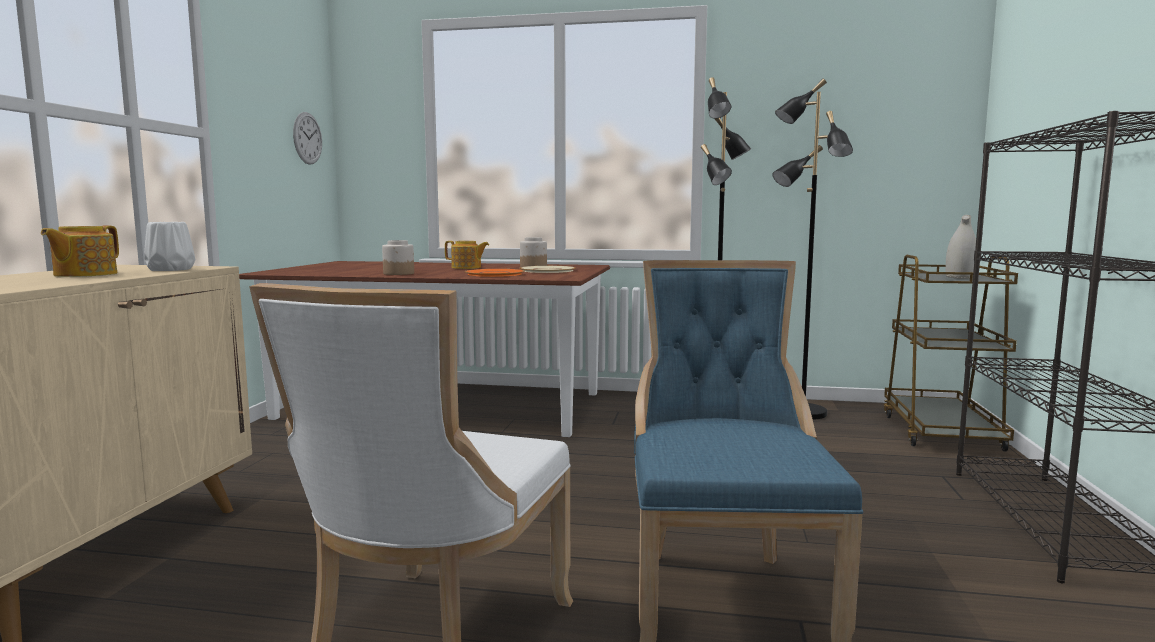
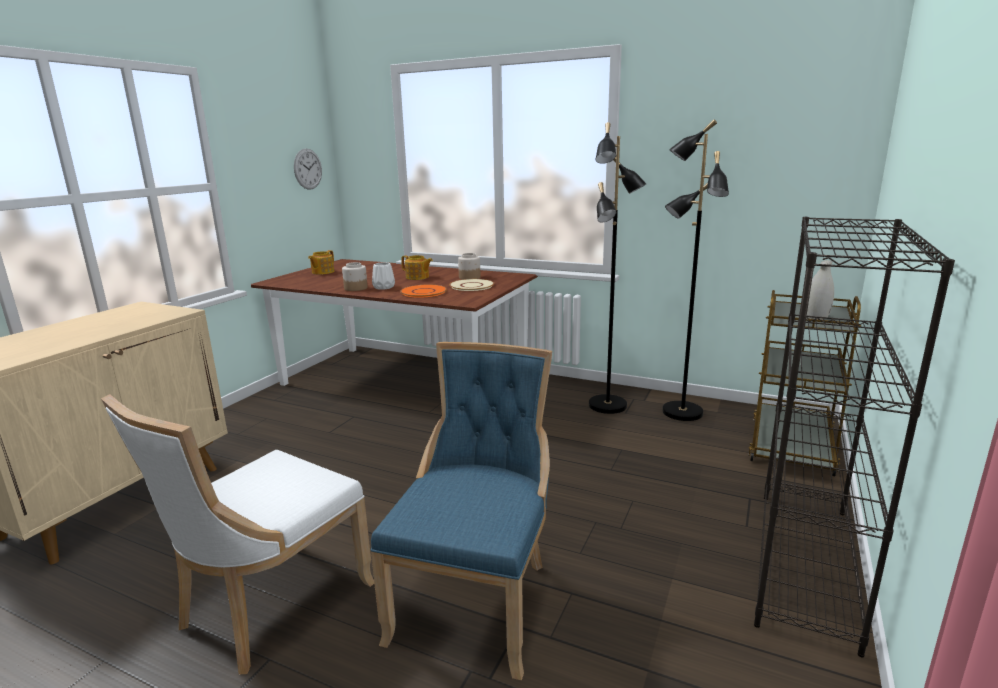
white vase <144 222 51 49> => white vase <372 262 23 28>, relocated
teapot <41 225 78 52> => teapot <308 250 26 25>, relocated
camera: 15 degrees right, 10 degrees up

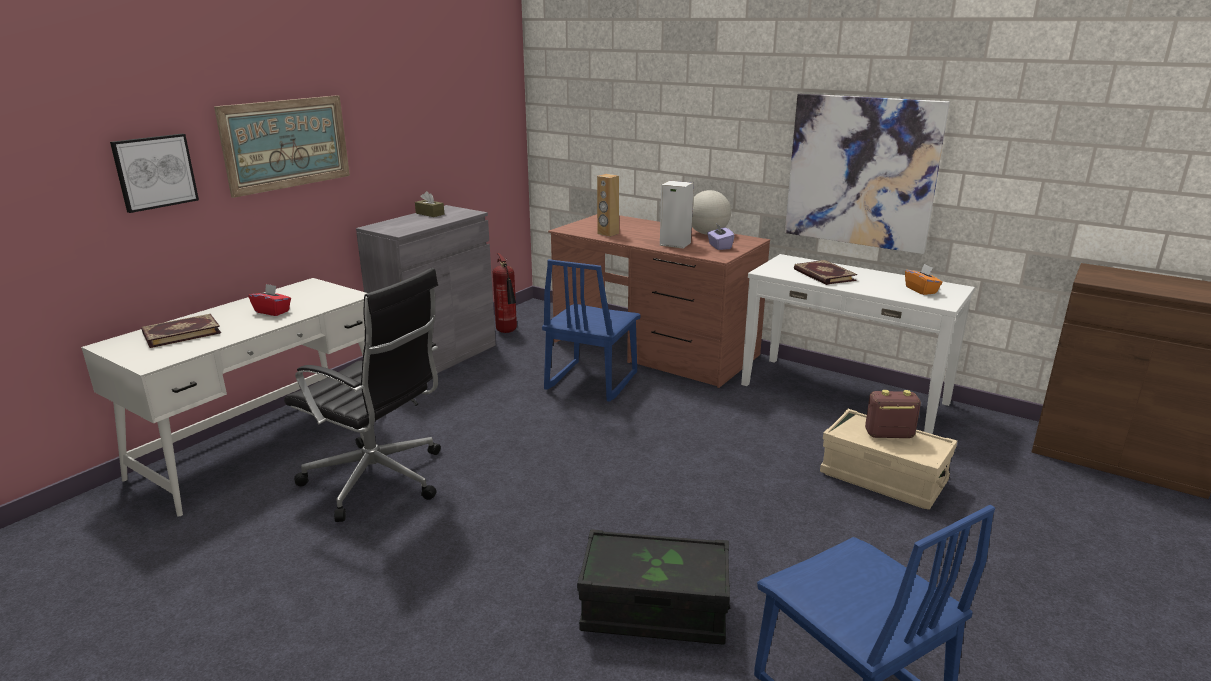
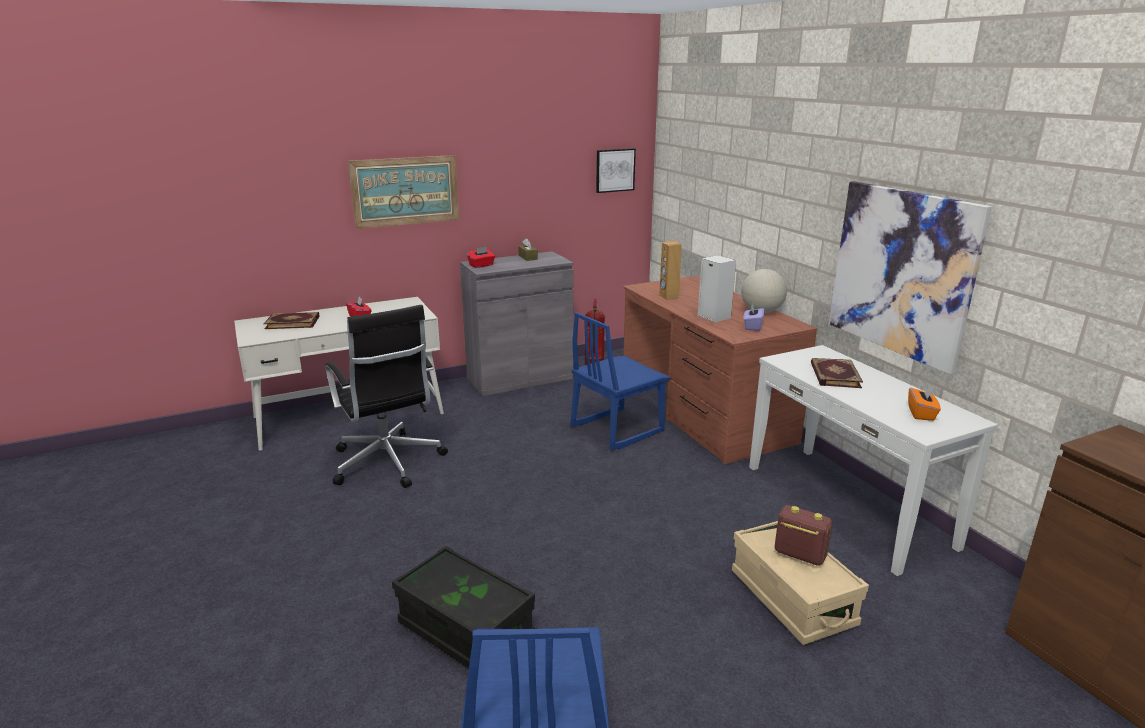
picture <110 134 89 79> => picture <596 148 40 45>, relocated
nothing => red tissue box <467 247 28 21>
camera: 30 degrees right, 0 degrees up

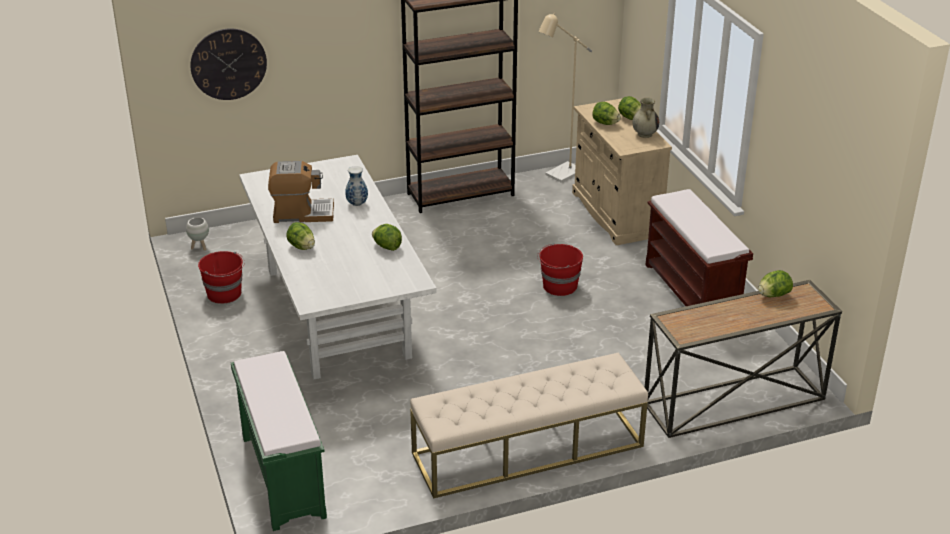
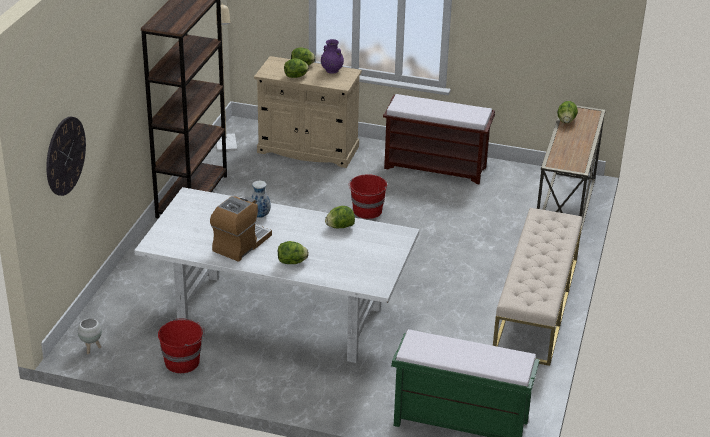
beige vase <632 98 27 40> => purple vase <321 39 23 35>
camera: 55 degrees left, 0 degrees up

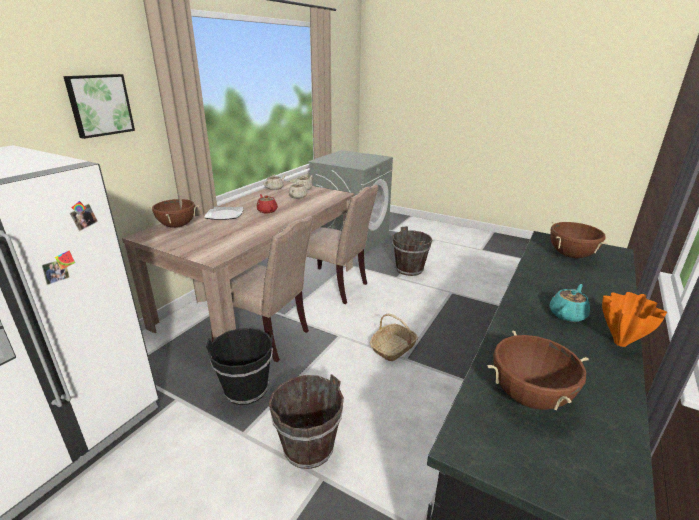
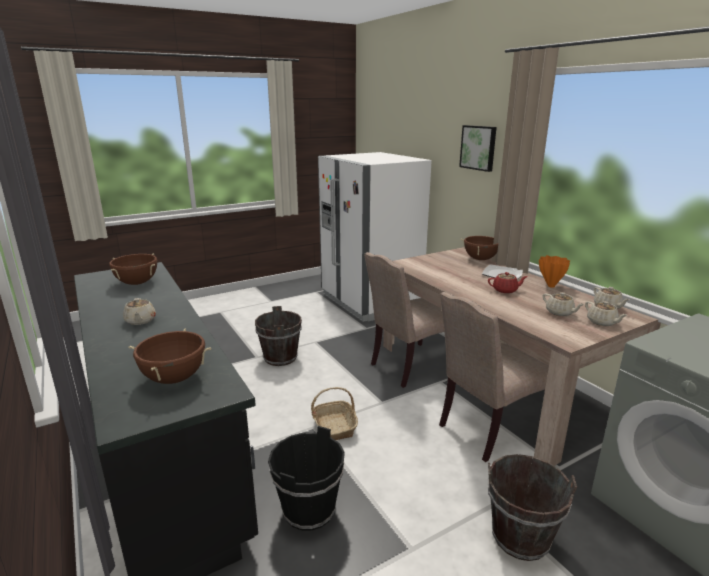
turquoise teapot <549 284 41 38> => beige teapot <123 298 33 27>
orange vase <602 292 65 55> => orange vase <539 255 31 33>, relocated
black bucket <206 328 67 77> => black bucket <268 426 77 105>, relocated
camera: 120 degrees right, 5 degrees down

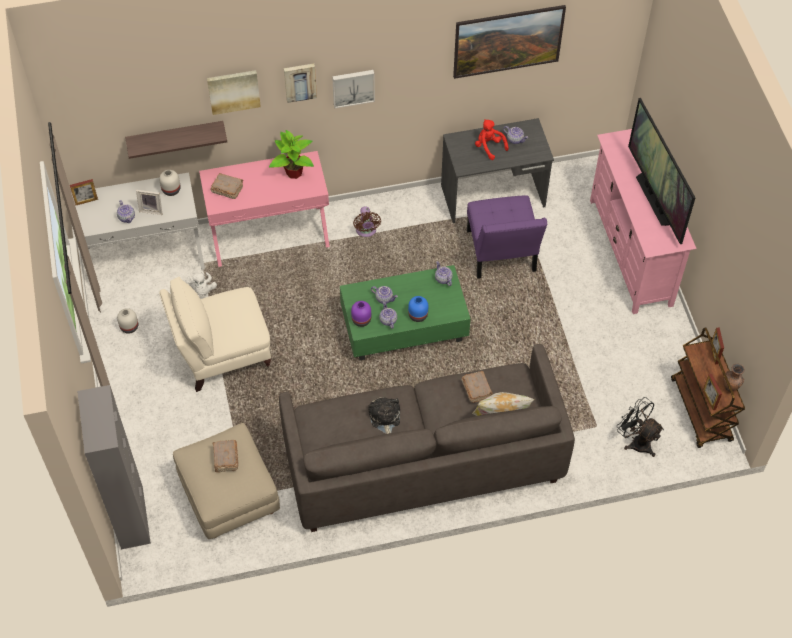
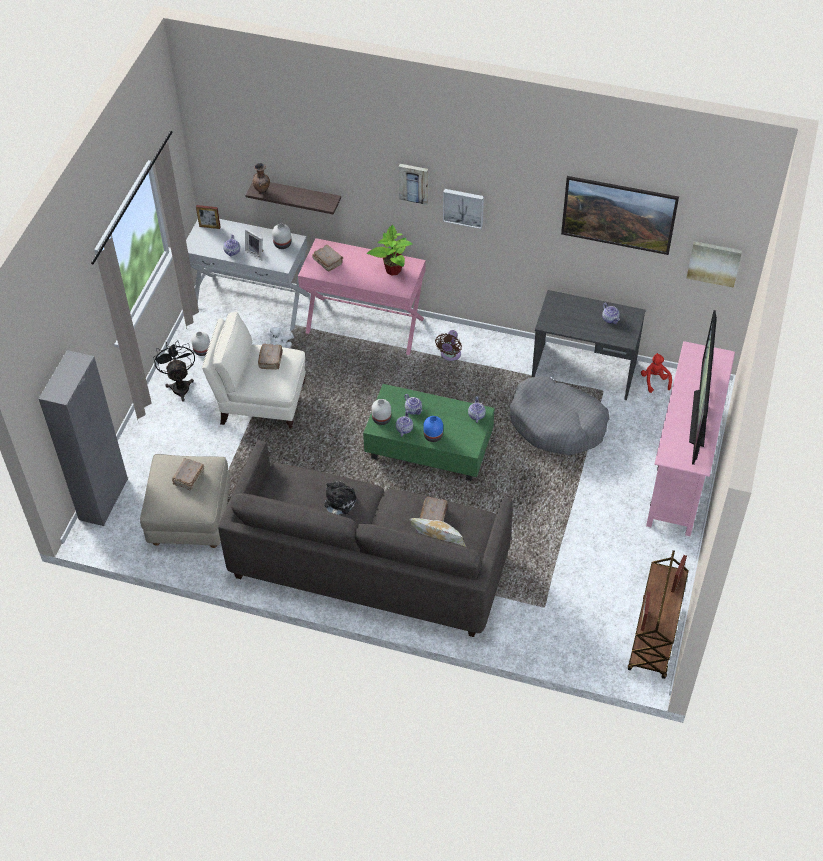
picture <207 70 54 45> => picture <687 241 55 47>, relocated
red plush toy <475 119 34 41> => red plush toy <641 353 31 40>, relocated
purple chair <467 195 80 84> => grey dog bed <510 376 100 79>
purple vase <351 301 20 26> => white vase <372 399 19 26>
brown vase <723 363 22 29> => brown vase <252 163 18 31>, relocated
black fan <617 397 47 60> => black fan <153 340 42 62>, relocated
nothing => brown book <258 344 25 26>
camera: 30 degrees right, 5 degrees down

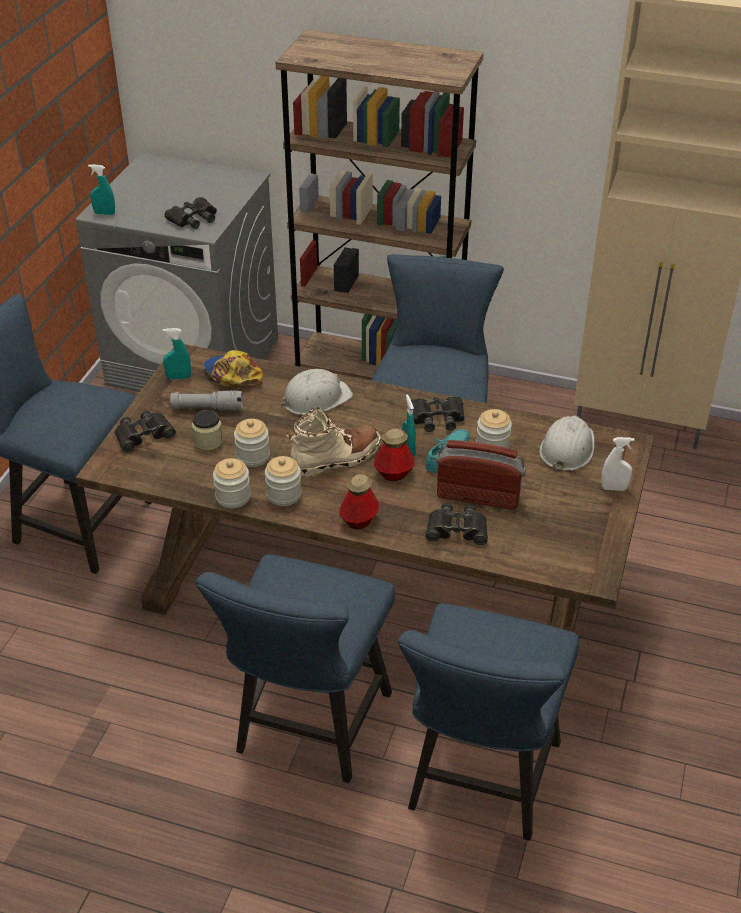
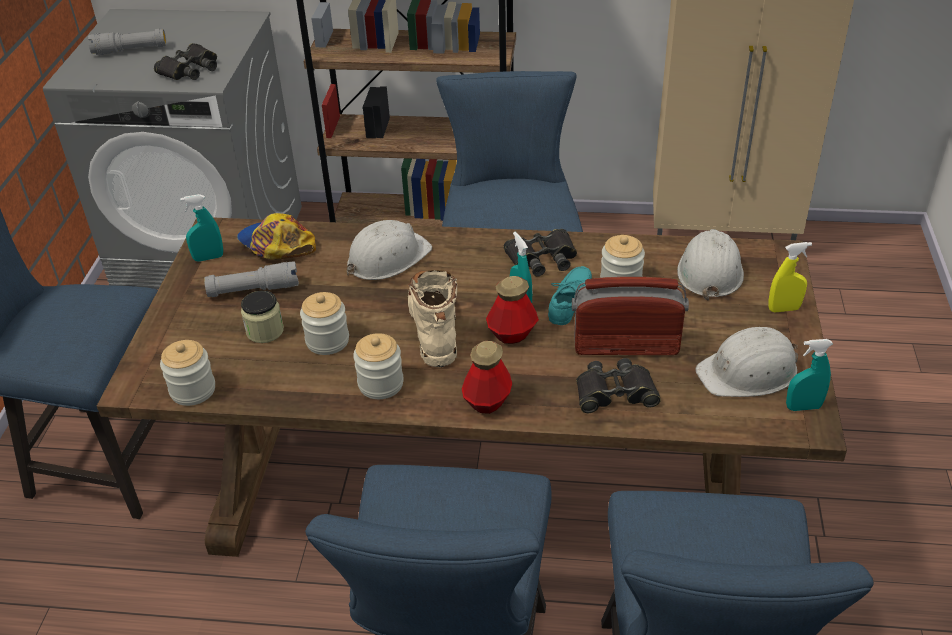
turquoise spray bottle <88 164 27 51> => turquoise spray bottle <786 339 47 72>, relocated
beige boot <286 407 95 70> => beige boot <408 270 49 97>, 60 degrees counterclockwise
black binoculars <114 411 62 41> => nothing
white spray bottle <601 437 33 54> => yellow spray bottle <768 242 44 70>
jar <213 458 38 51> => jar <160 340 55 66>, relocated
nothing => grey flashlight <88 29 79 26>
nothing => white hard hat <695 327 103 70>
camera: 10 degrees left, 0 degrees up

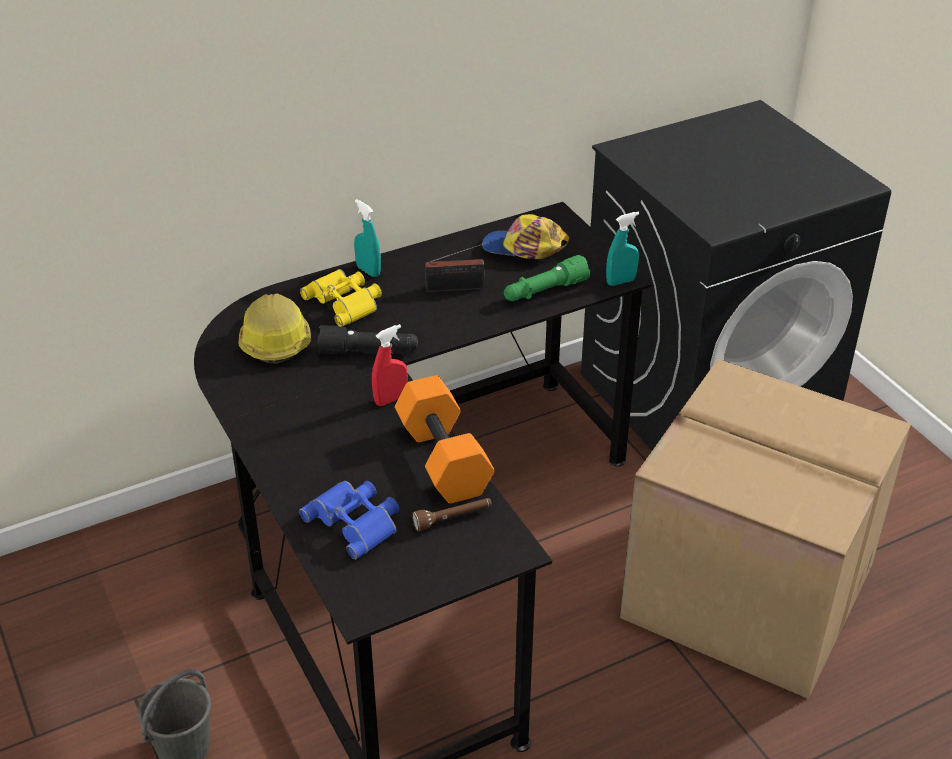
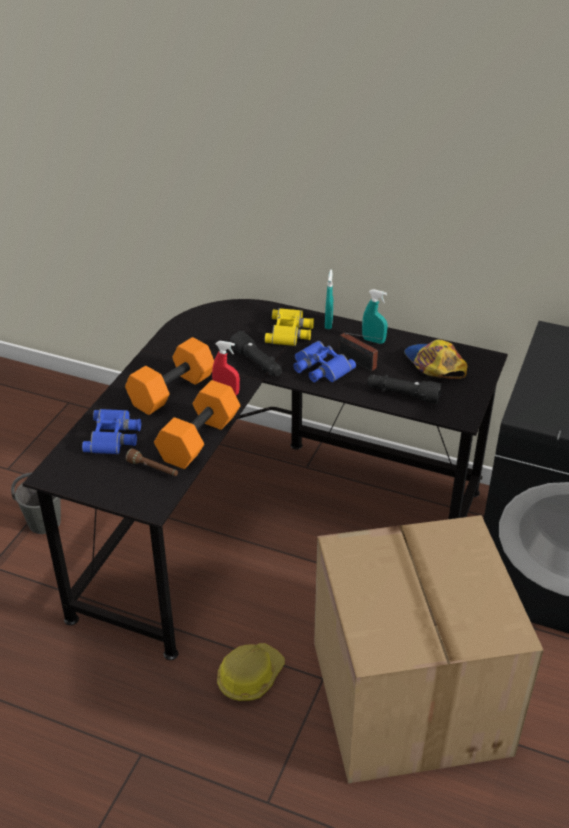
turquoise spray bottle <606 212 33 74> => turquoise spray bottle <362 289 26 55>, relocated
green flashlight <504 255 86 46> => black flashlight <367 374 75 30>
hard hat <239 293 72 71> => hard hat <217 643 68 58>, relocated
nothing => orange dumbbell <125 337 89 78>
nothing => blue binoculars <293 341 63 41>
camera: 50 degrees right, 0 degrees up

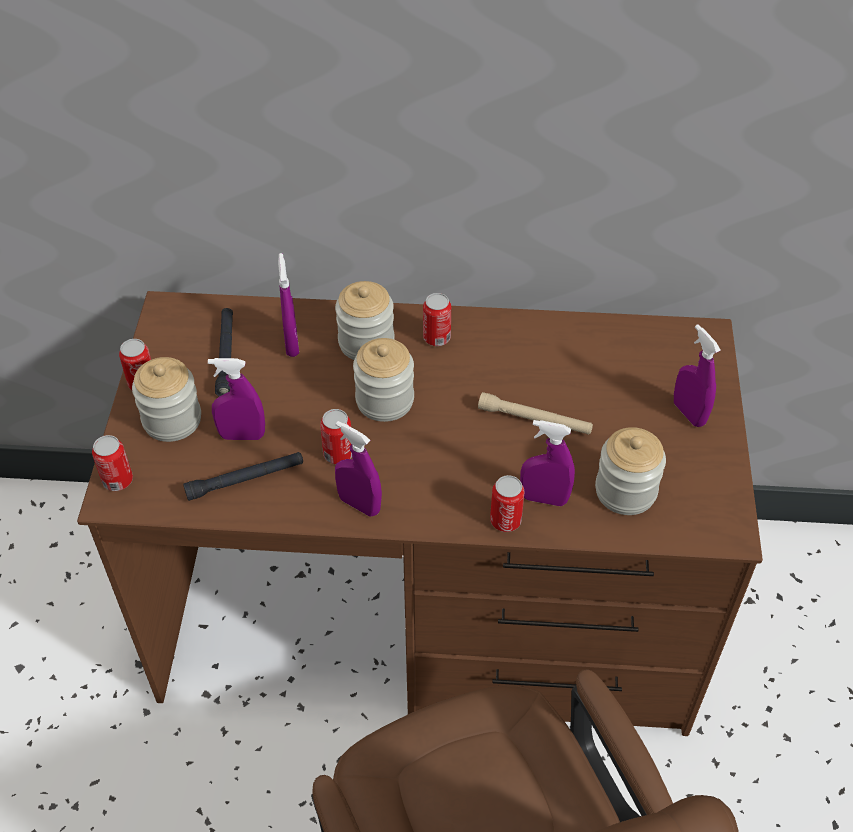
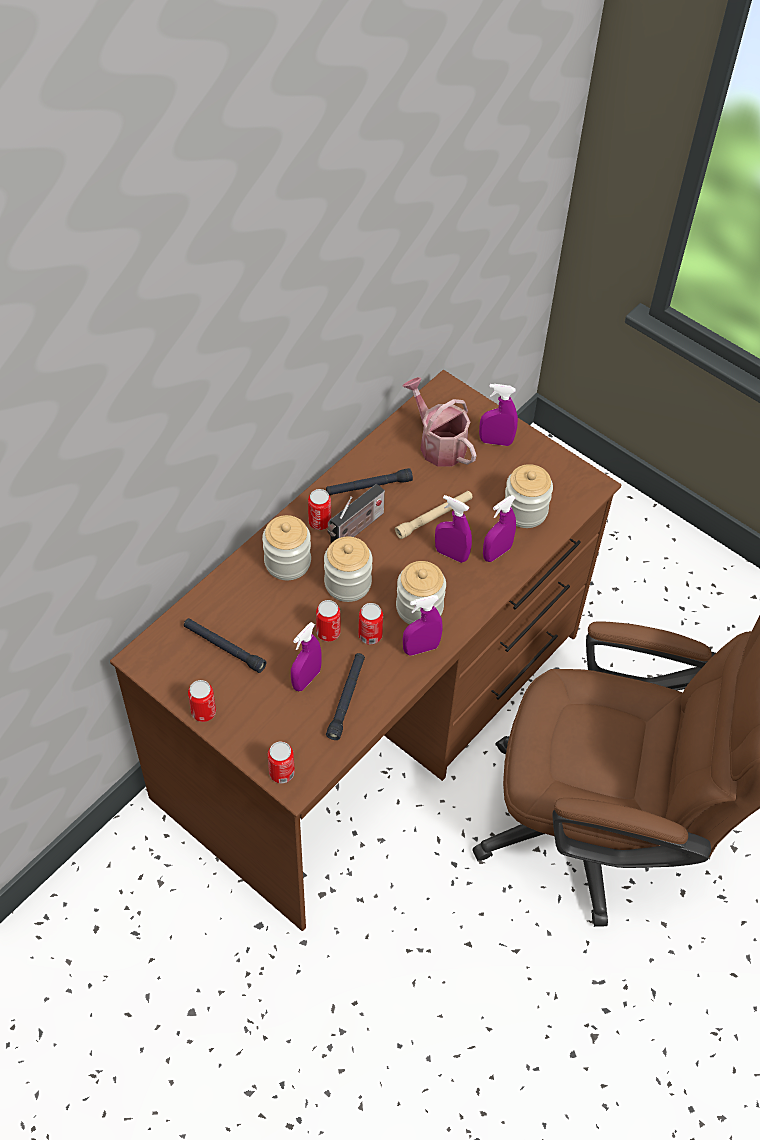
purple spray bottle <278 253 21 104> => purple spray bottle <435 495 37 68>, relocated
jar <132 357 69 85> => jar <396 561 50 63>, relocated
can <490 475 34 57> => can <316 600 25 42>, relocated
nothing => watering can <402 377 75 90>
nothing => black flashlight <326 468 87 27>
nothing => radio <327 484 58 59>
camera: 55 degrees left, 5 degrees up

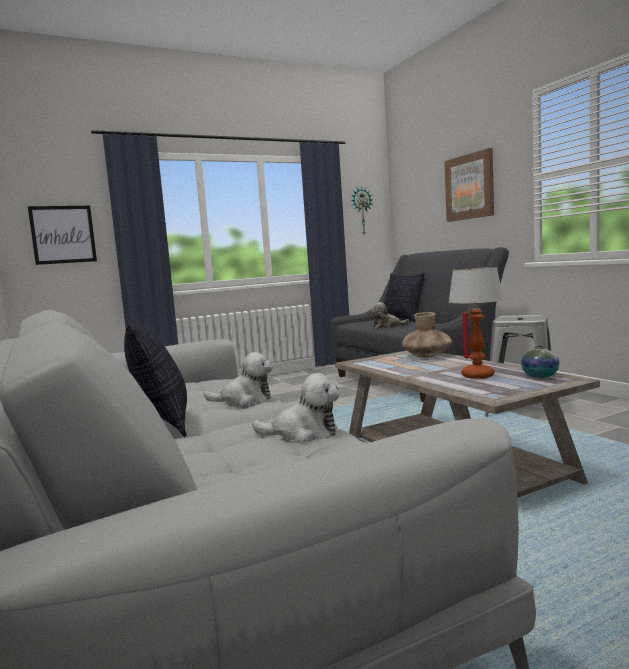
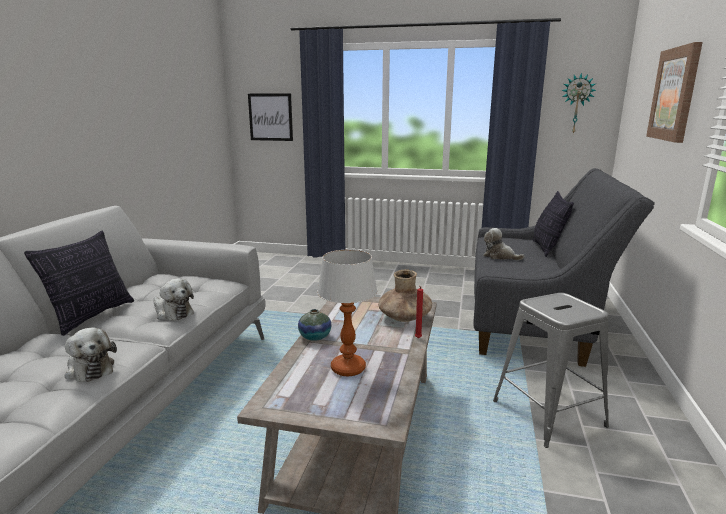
vase <521 345 39 33> => vase <298 309 33 32>, relocated
camera: 40 degrees right, 10 degrees up

